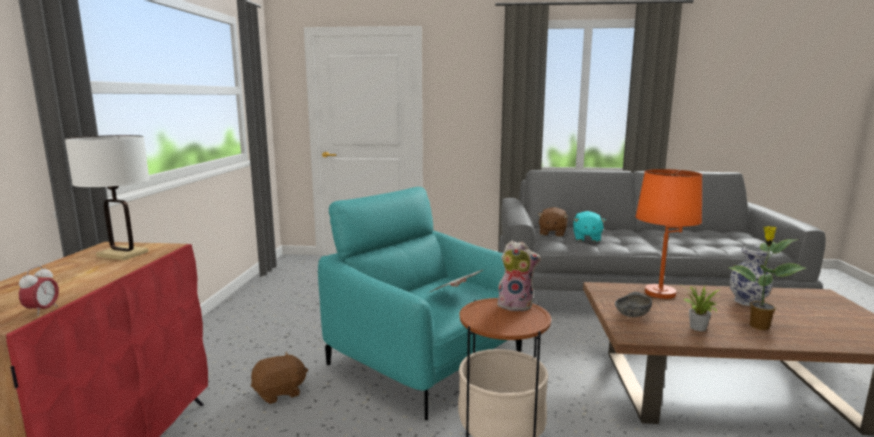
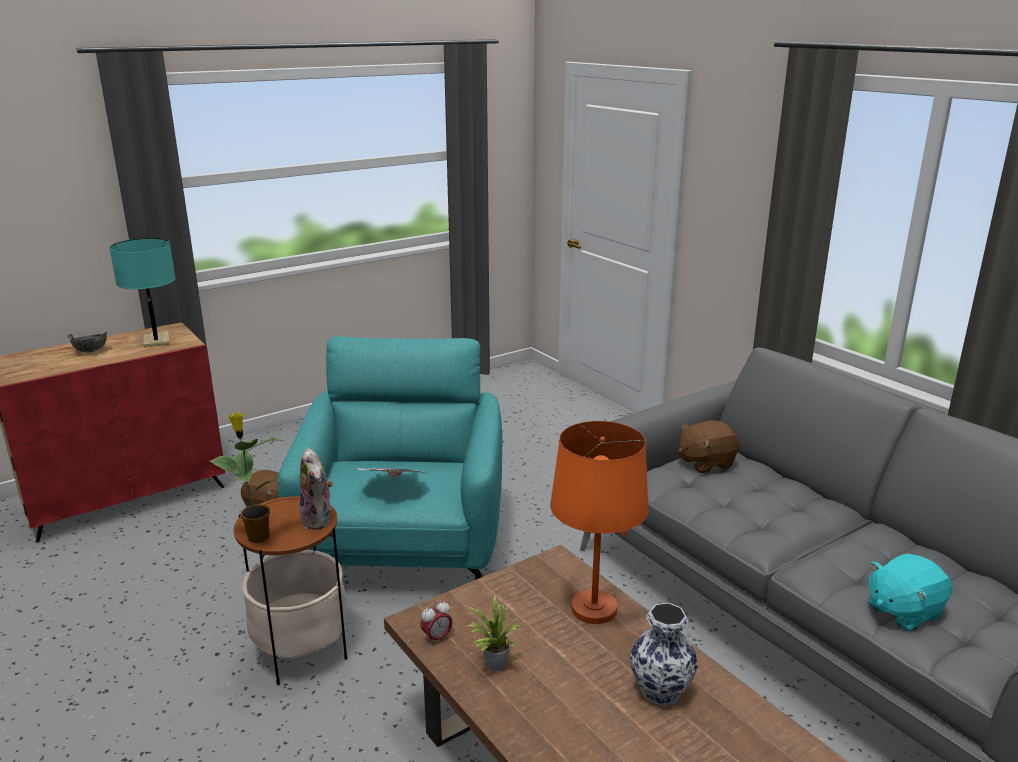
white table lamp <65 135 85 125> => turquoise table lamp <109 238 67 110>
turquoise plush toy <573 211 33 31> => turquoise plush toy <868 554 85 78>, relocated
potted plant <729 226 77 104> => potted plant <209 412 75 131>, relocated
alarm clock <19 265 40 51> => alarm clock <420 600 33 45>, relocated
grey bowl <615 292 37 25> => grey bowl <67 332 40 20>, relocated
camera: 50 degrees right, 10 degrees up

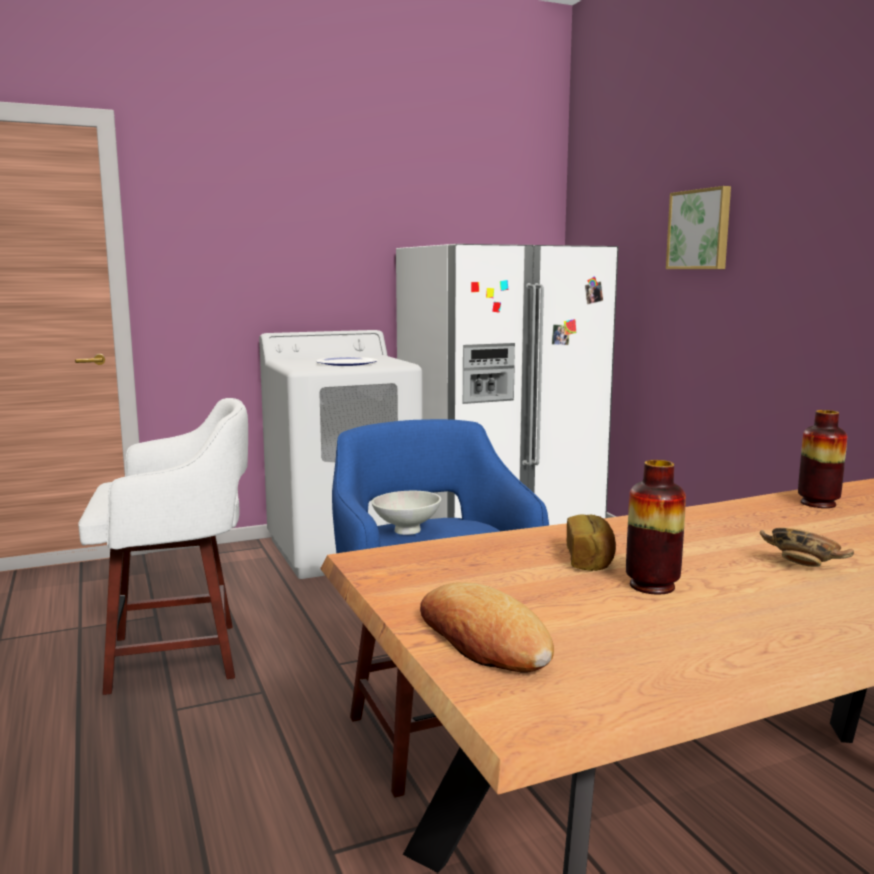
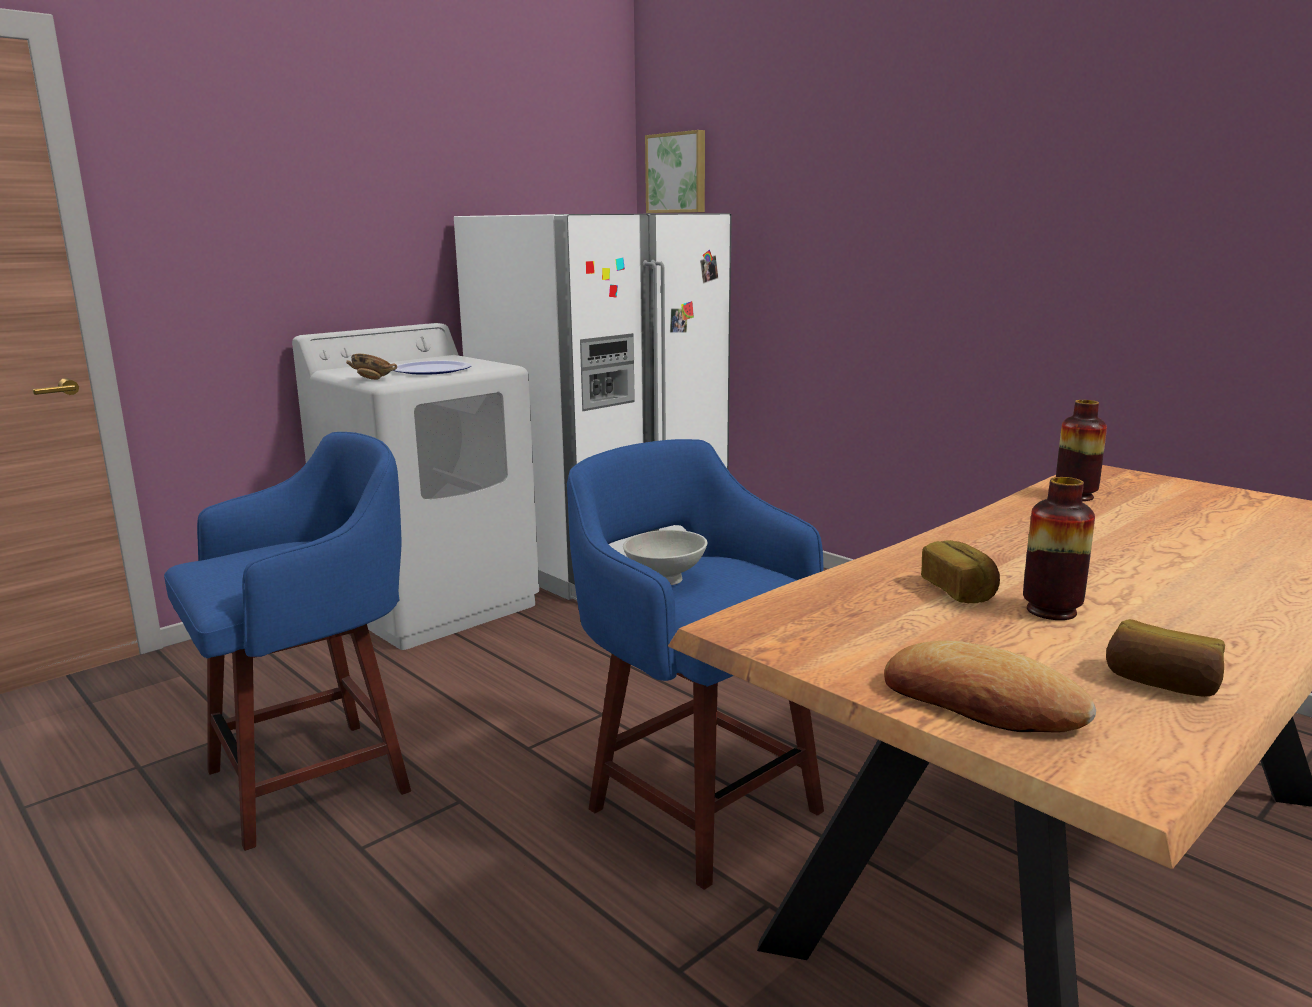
picture <666 186 65 83> => picture <645 130 60 83>, relocated
white stool <78 398 170 297> => blue stool <164 432 247 419>
bowl <760 528 94 39> => bowl <346 354 51 26>, relocated
nothing => bread <1106 619 119 78>
camera: 20 degrees left, 5 degrees up

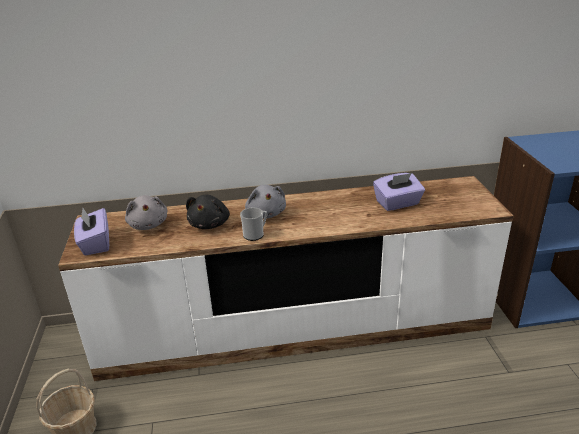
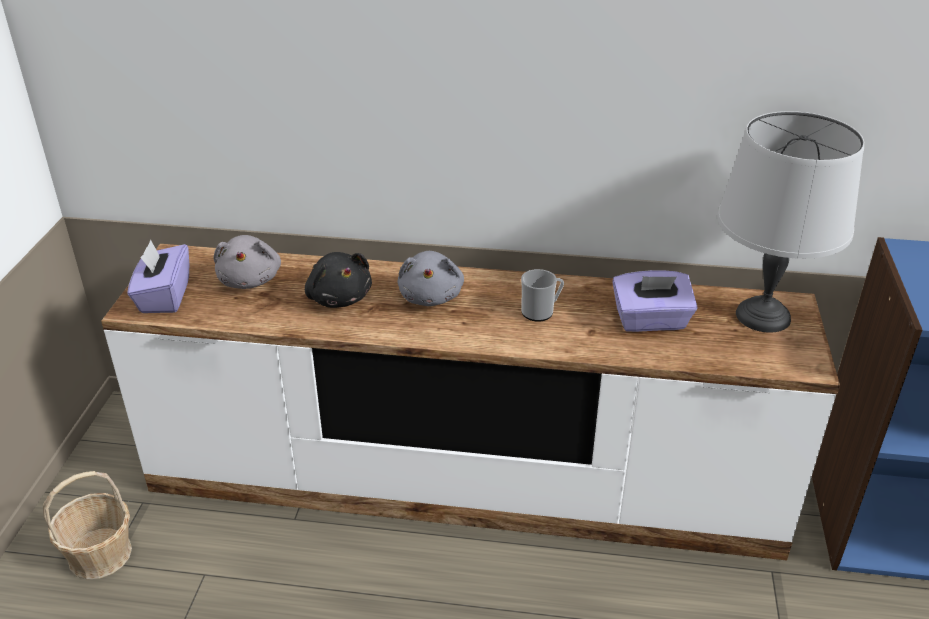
black plush toy <186 195 44 34> => black plush toy <305 252 67 56>, 60 degrees counterclockwise
mug <240 208 27 33> => mug <521 269 43 53>, relocated
nothing => grey table lamp <717 111 147 222>
camera: 15 degrees right, 5 degrees up

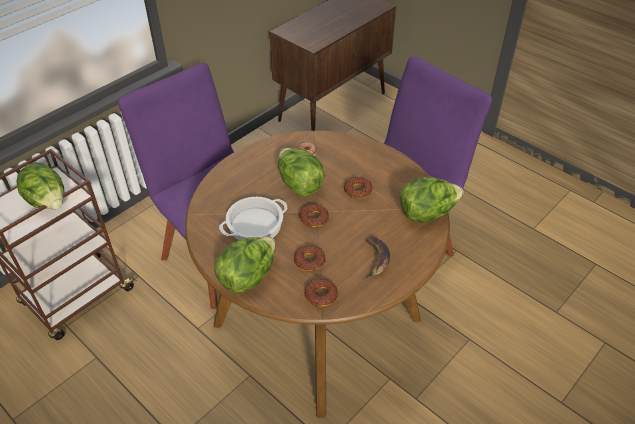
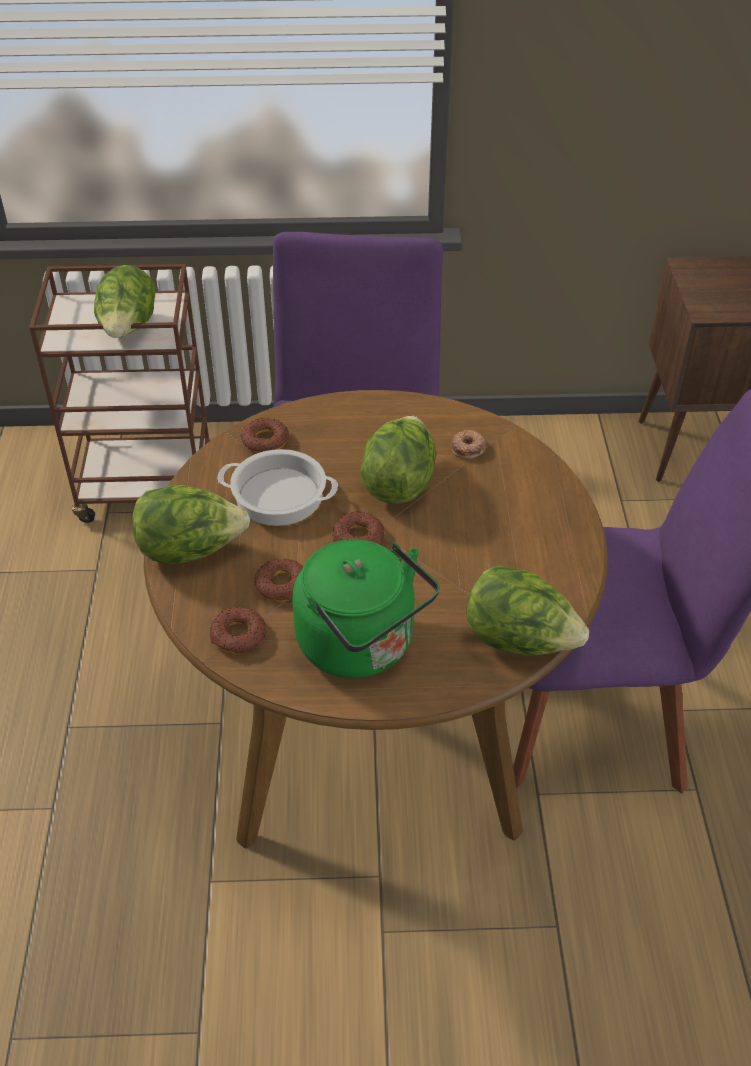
donut <344 176 29 23> => donut <241 417 48 36>, relocated
banana <363 237 27 43> => green kettle <292 539 147 139>
camera: 45 degrees right, 0 degrees up

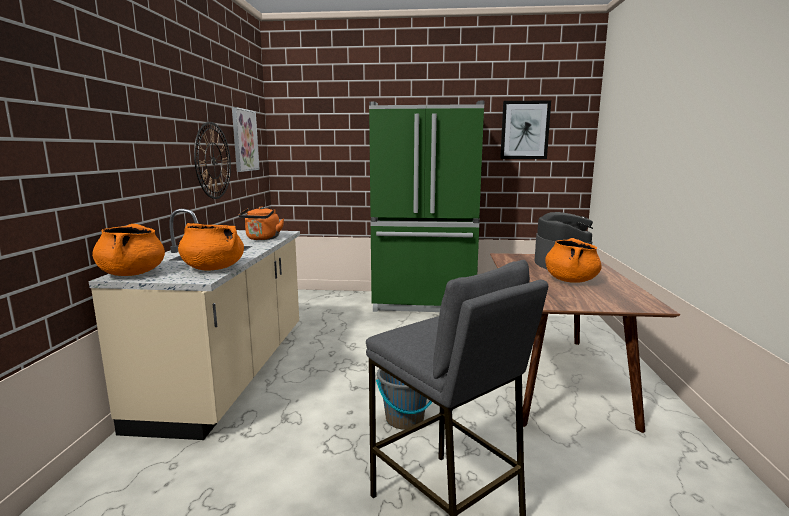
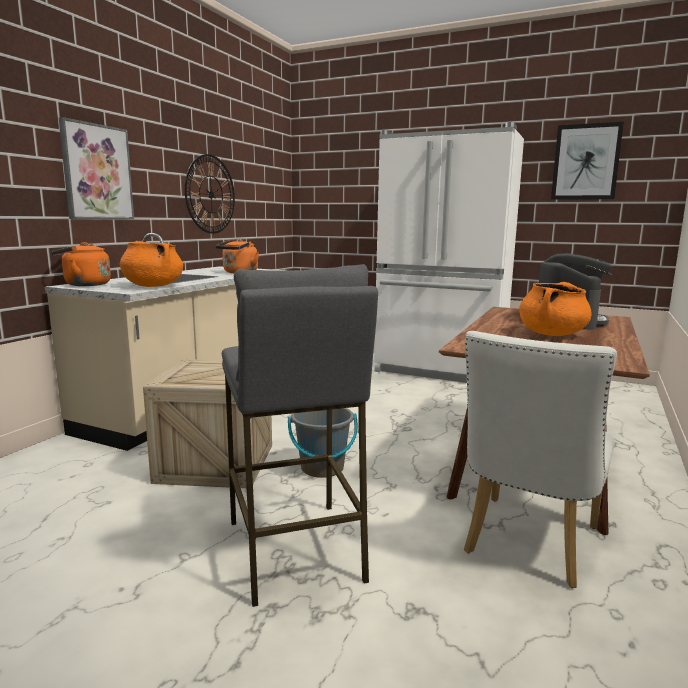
green fridge <369 101 116 211> => white fridge <374 122 150 261>
picture <232 107 28 65> => picture <59 117 75 103>, relocated
orange cooking pot <92 224 73 52> => orange kettle <51 242 60 44>
nothing => white chair <464 331 153 257>
nothing => crate <143 359 129 129>
camera: 20 degrees right, 0 degrees up

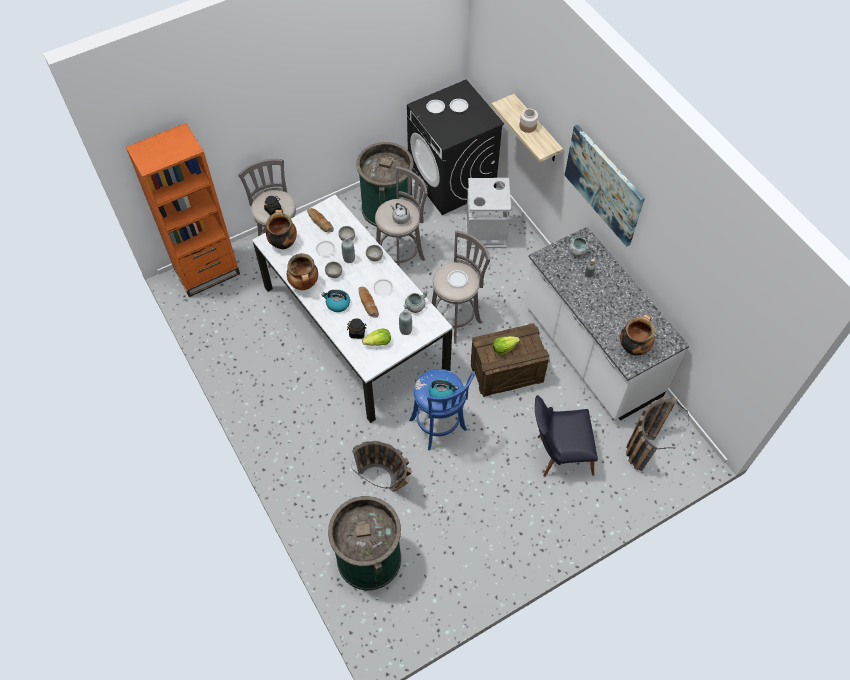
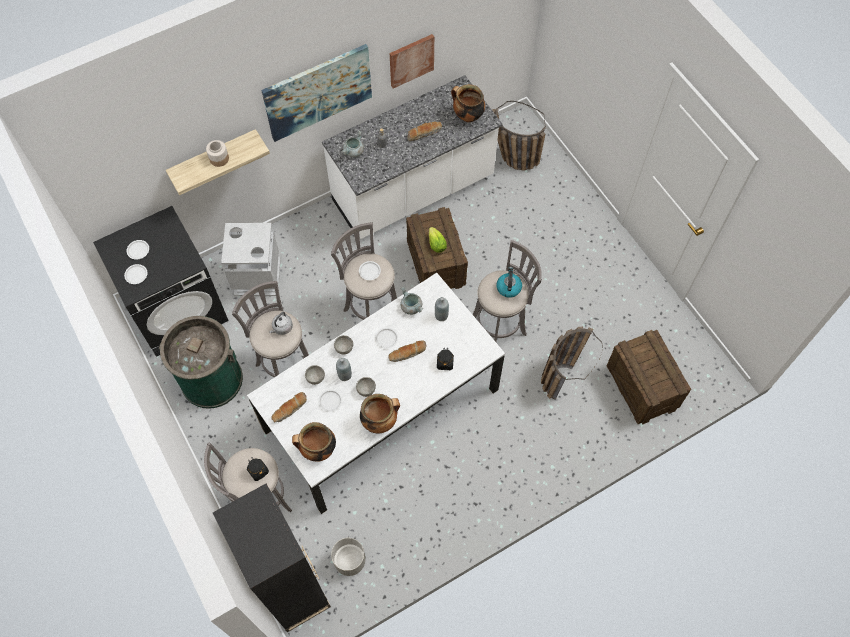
orange bookcase <126 123 114 174> => black bookcase <213 484 118 148>
kettle <322 290 28 22> => nothing
lettuce <362 329 29 17> => nothing
blue stool <409 369 66 82> => grey stool <472 240 70 102>
black chair <535 395 63 82> => nothing
green trash can <328 496 73 94> => crate <607 330 84 95>
nothing => picture <390 34 44 54>
nothing => bread <407 122 35 19>
nothing => grey planter <331 538 35 38>
camera: 90 degrees left, 5 degrees up

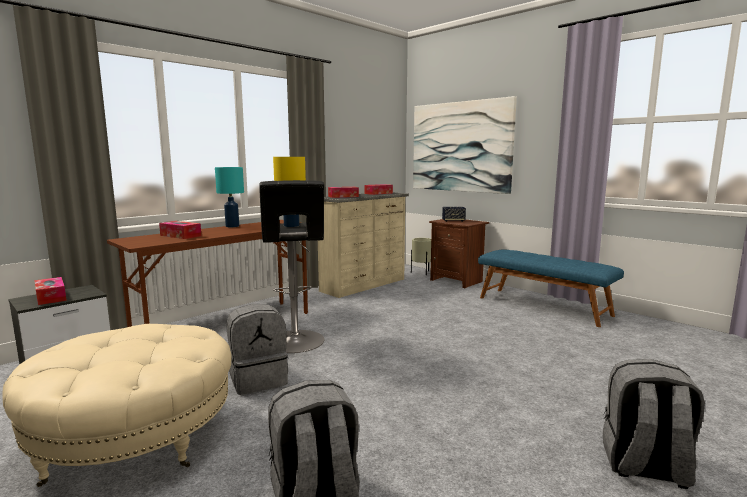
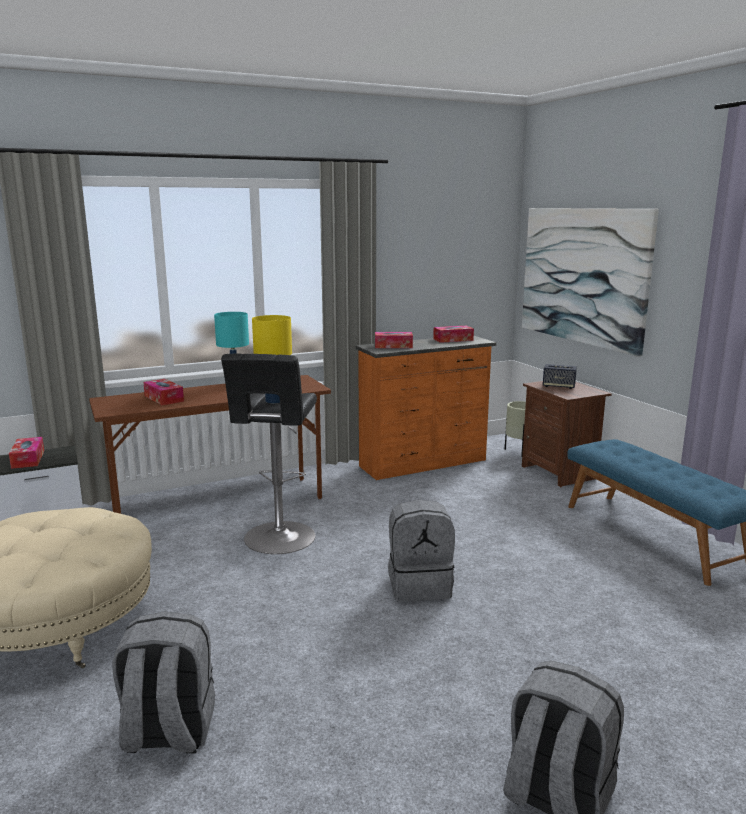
beige dresser <318 193 91 105> => orange dresser <356 336 140 144>
grey backpack <227 304 62 91> => grey backpack <388 500 67 102>, relocated
camera: 20 degrees right, 5 degrees up

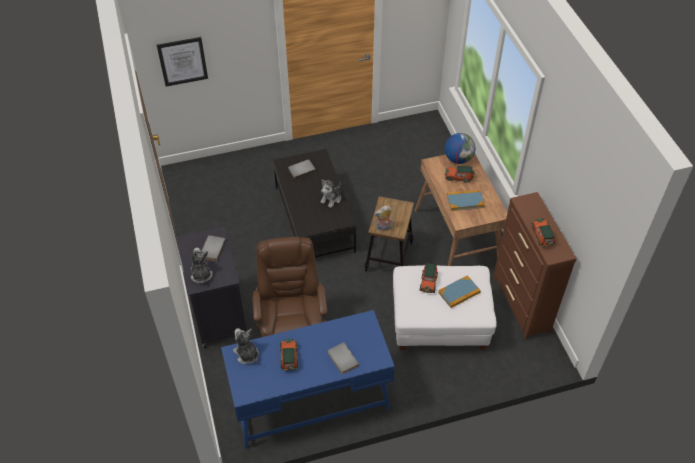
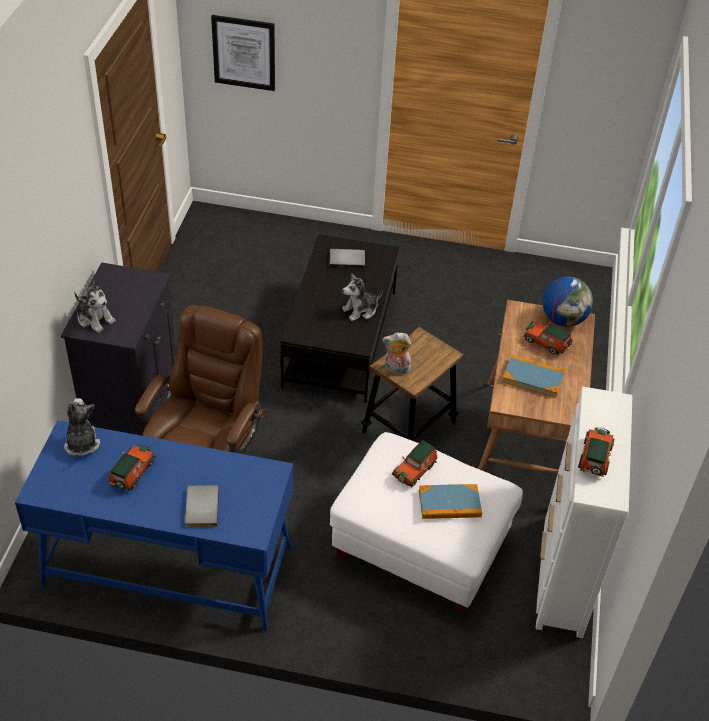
brown dresser <493 192 84 148> => white dresser <536 386 97 252>
grey book <202 235 24 26> => nothing
plush toy <191 248 22 35> => plush toy <74 281 42 52>, 120 degrees clockwise
camera: 25 degrees right, 5 degrees down

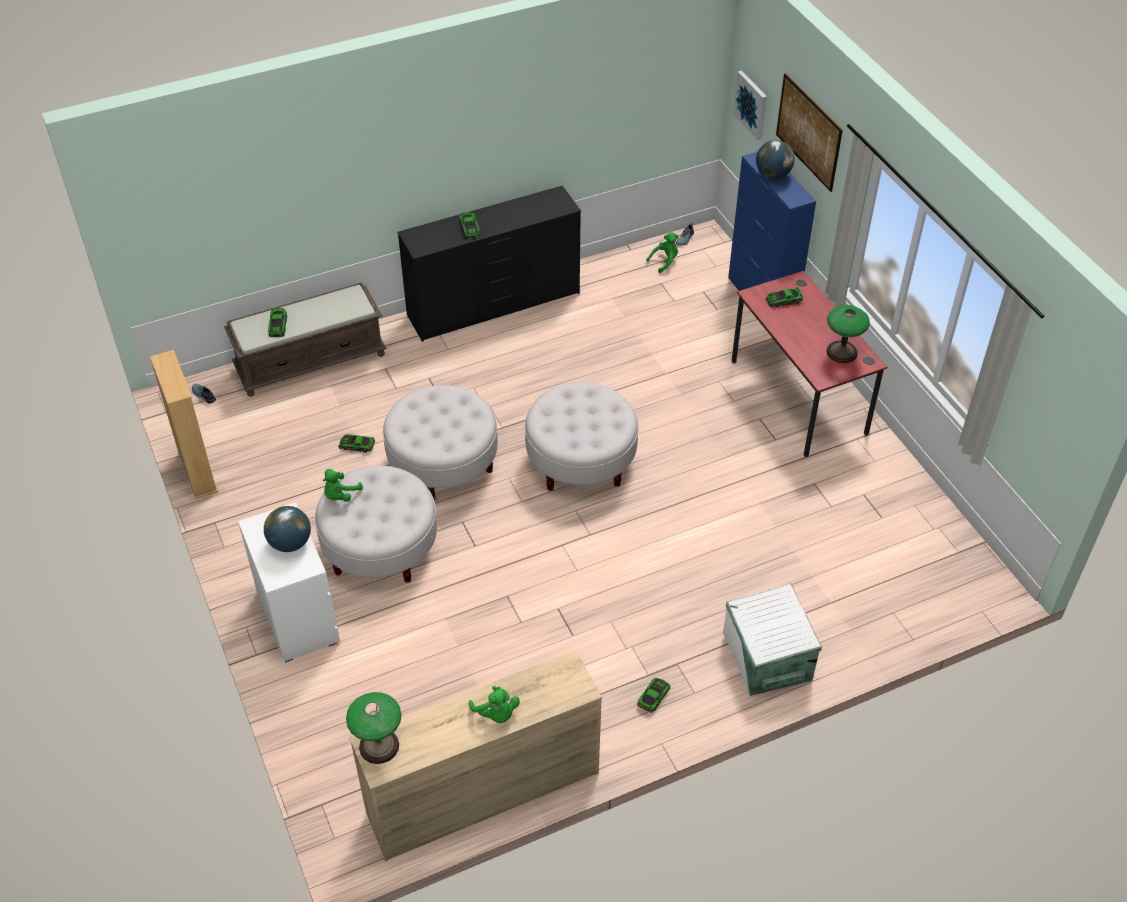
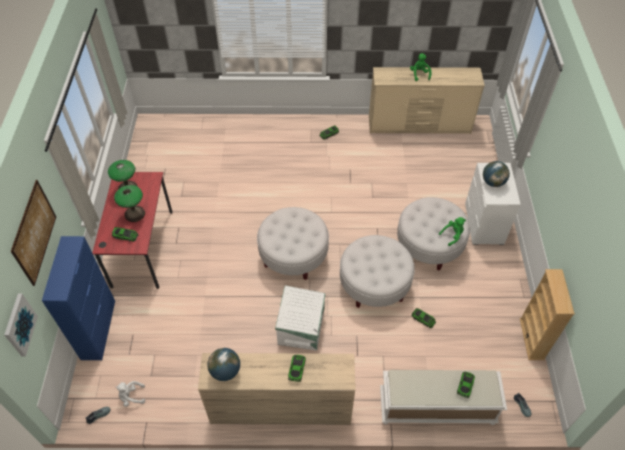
globe <756 140 39 39> => globe <207 348 33 33>, relocated
black dresser <397 186 184 156> => beige dresser <198 353 158 72>
green plush toy <646 232 33 41> => white plush toy <115 381 30 26>
brown bench <224 282 162 115> => white bench <380 370 127 55>
white storage box <723 583 99 113> => white storage box <275 285 51 66>, relocated
table lamp <346 692 56 72> => table lamp <114 185 31 37>, relocated
camera: 155 degrees left, 5 degrees up

